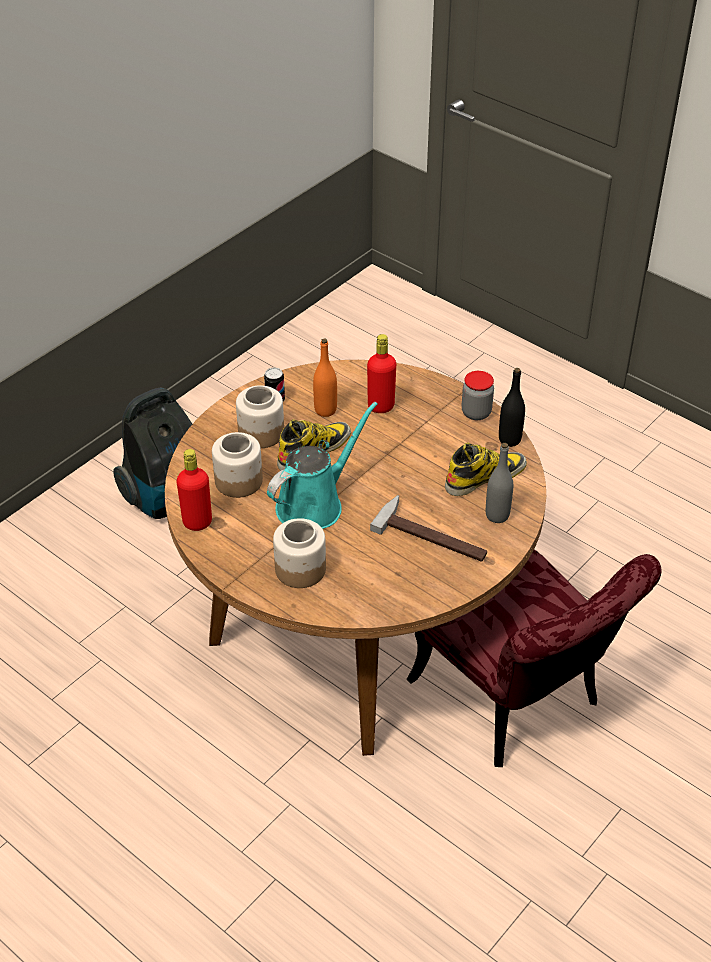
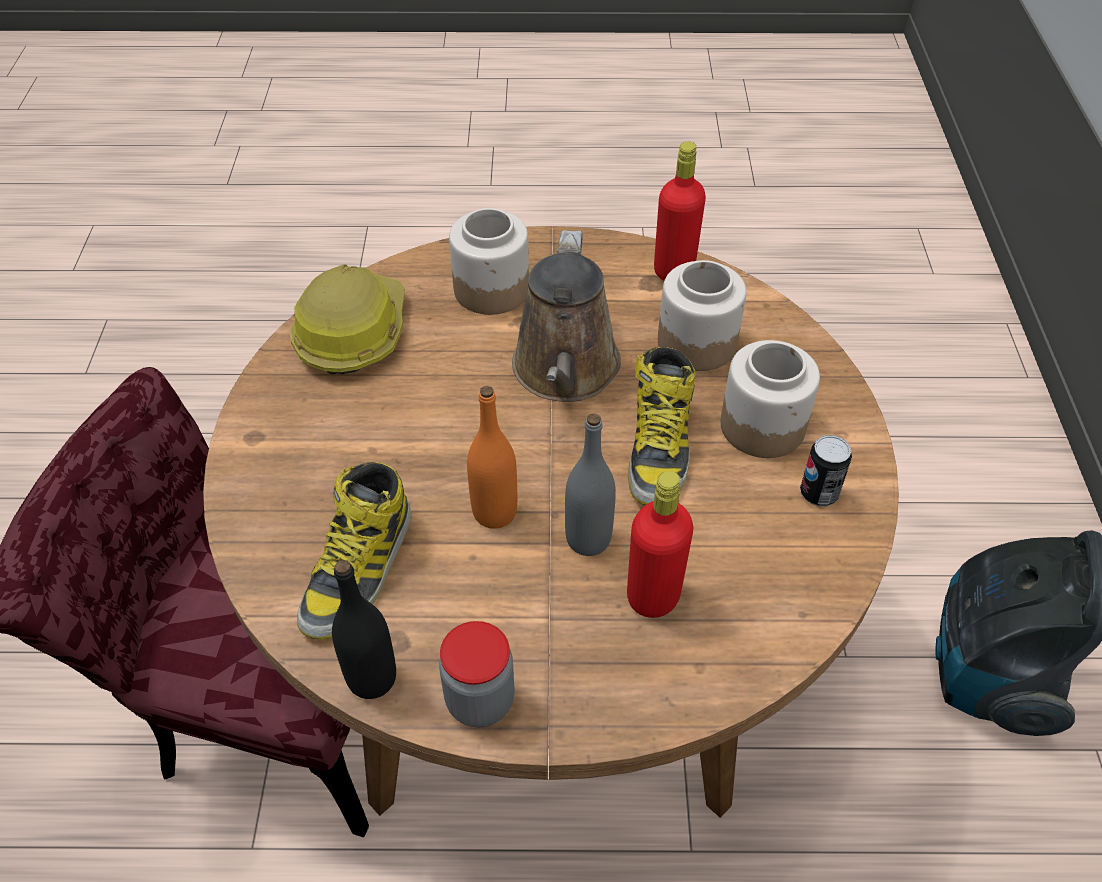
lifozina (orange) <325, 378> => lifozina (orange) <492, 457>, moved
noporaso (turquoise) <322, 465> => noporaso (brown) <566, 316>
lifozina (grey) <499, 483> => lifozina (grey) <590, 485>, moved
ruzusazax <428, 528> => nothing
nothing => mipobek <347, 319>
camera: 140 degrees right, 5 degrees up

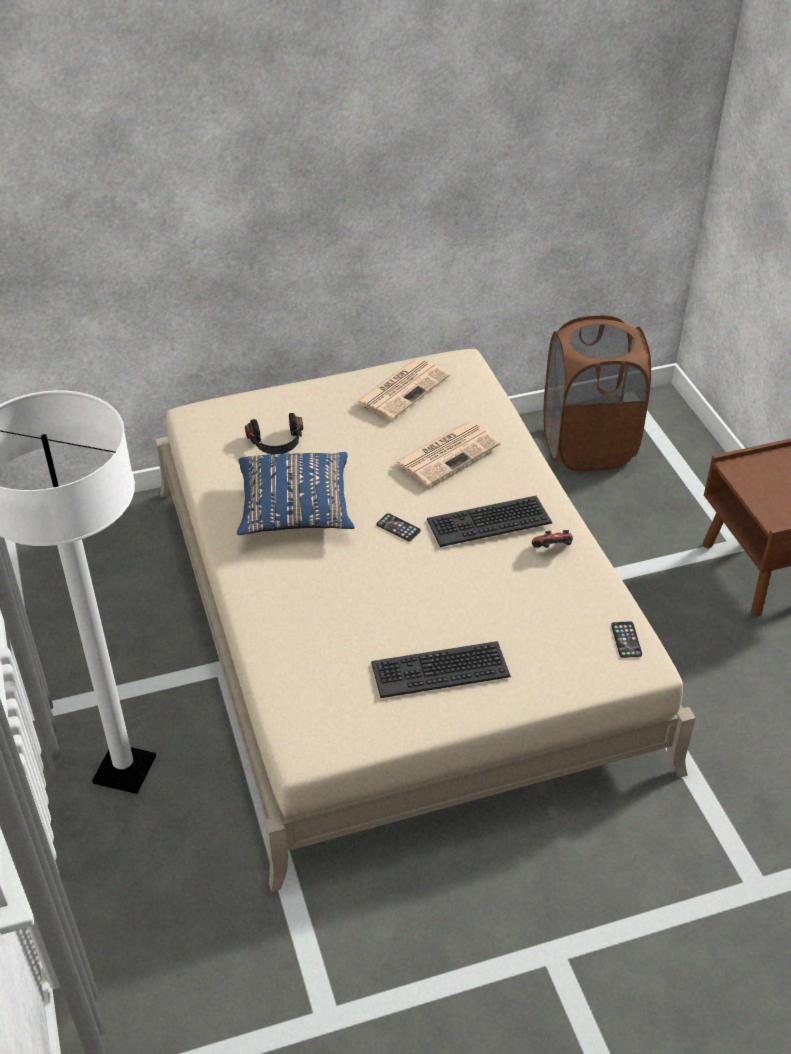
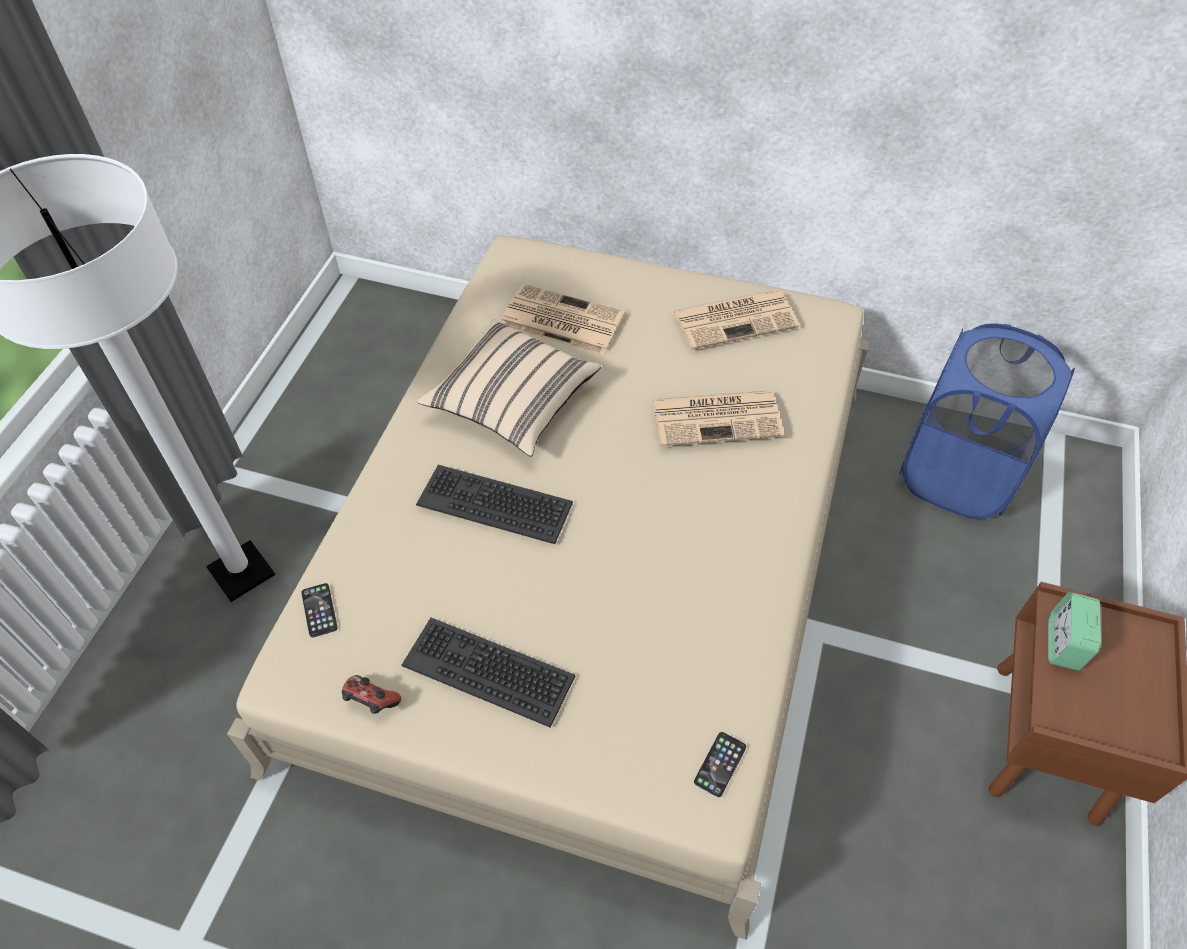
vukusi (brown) <597, 393> => vukusi (blue) <987, 421>
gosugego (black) <274, 433> => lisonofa <563, 319>
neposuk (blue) <296, 493> => neposuk (beige) <509, 388>
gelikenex <489, 521> => gelikenex <494, 504>, moved
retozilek <398, 527> => retozilek <319, 610>, moved
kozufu <552, 539> => kozufu <371, 694>, moved
nothing => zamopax <1074, 631>
camera: 35 degrees right, 10 degrees up

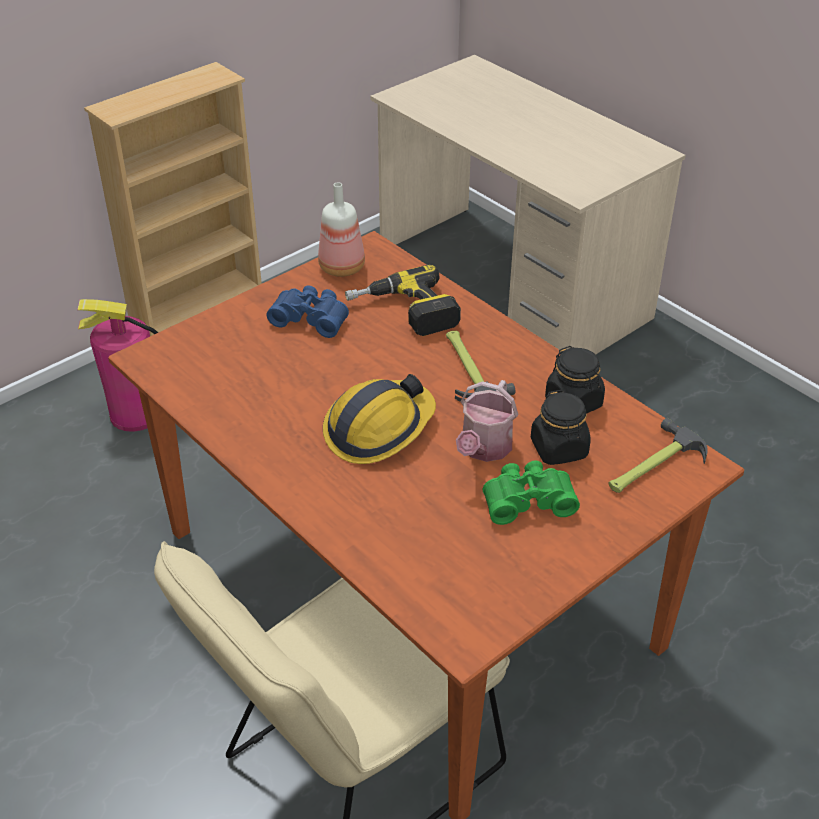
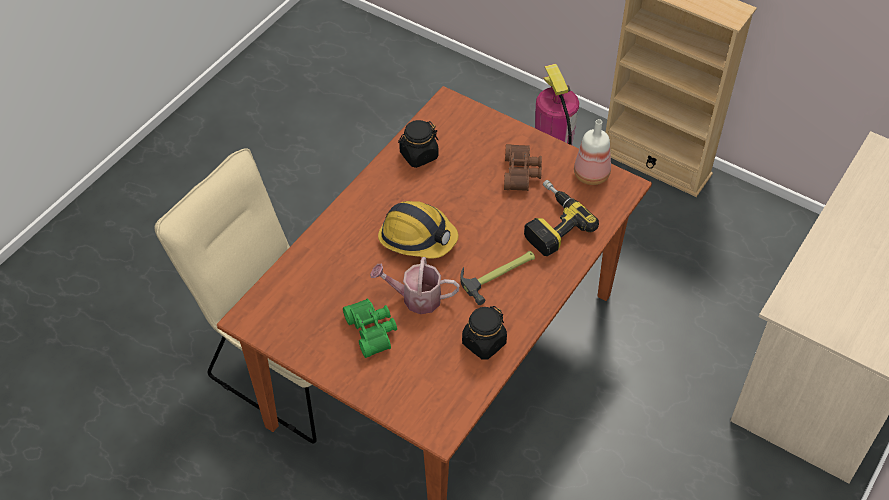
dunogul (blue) <308, 311> => dunogul (brown) <523, 167>
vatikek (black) <561, 427> => vatikek (black) <418, 144>, moved
ruzusazax <658, 455> => nothing
camera: 75 degrees right, 10 degrees up

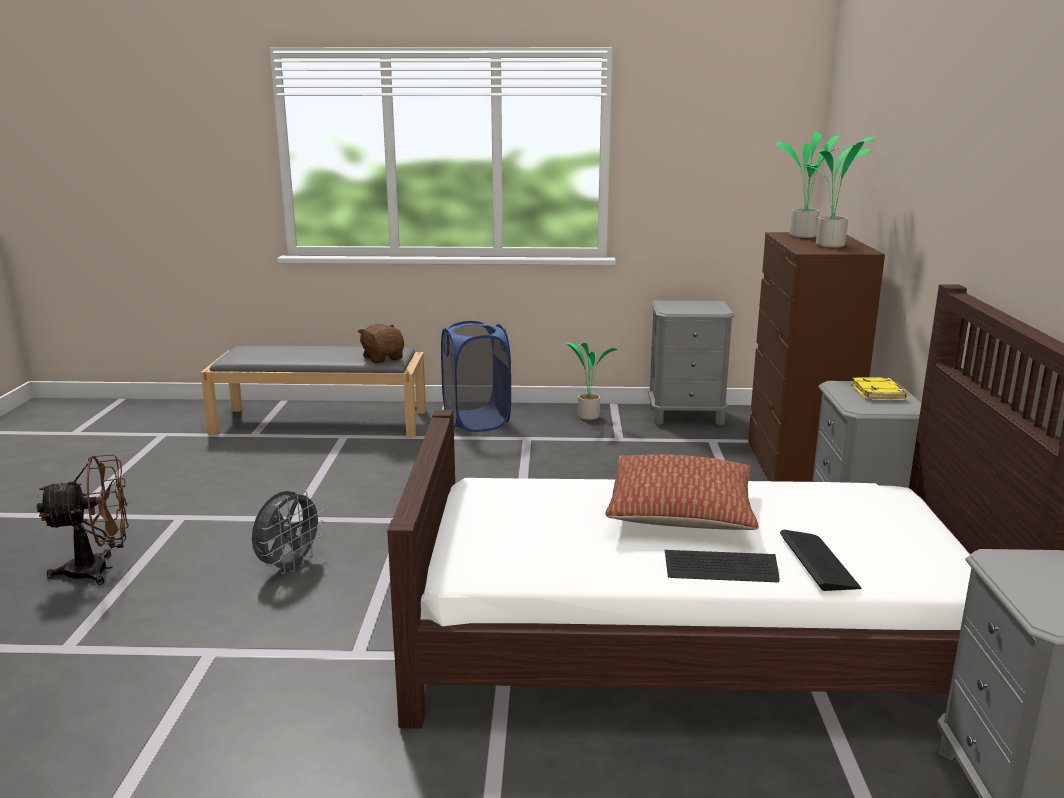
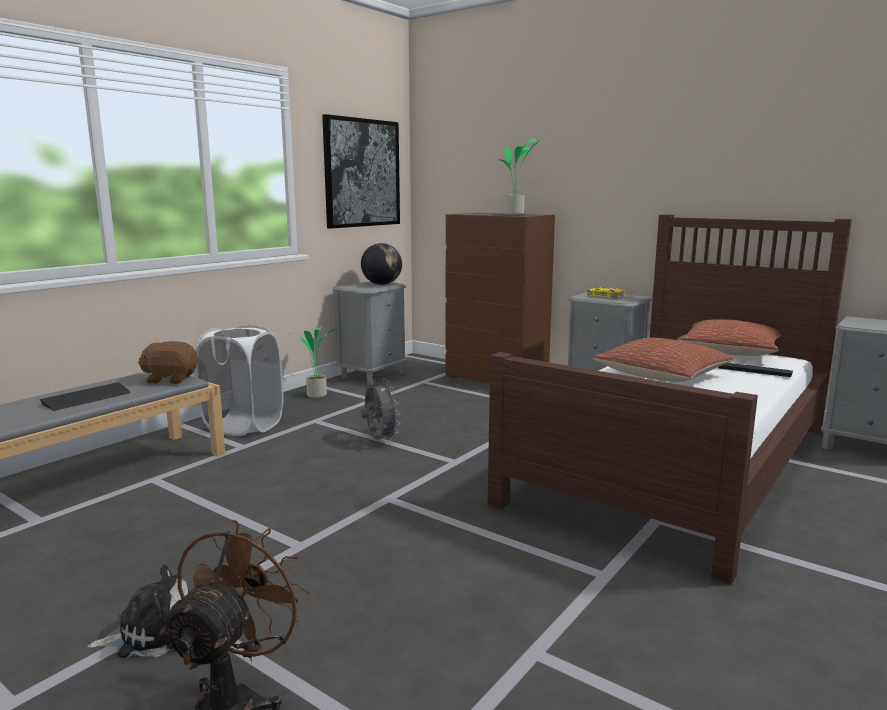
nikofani <812, 185> => nothing
vukusi (blue) <476, 376> => vukusi (white) <239, 380>
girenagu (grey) <288, 531> => girenagu (grey) <380, 410>, moved
gelikenex <722, 566> => gelikenex <85, 396>, moved
nothing => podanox <361, 171>
nothing => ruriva <381, 264>
nothing => neposuk <729, 337>
nothing => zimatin <138, 611>
camera: 55 degrees left, 5 degrees down

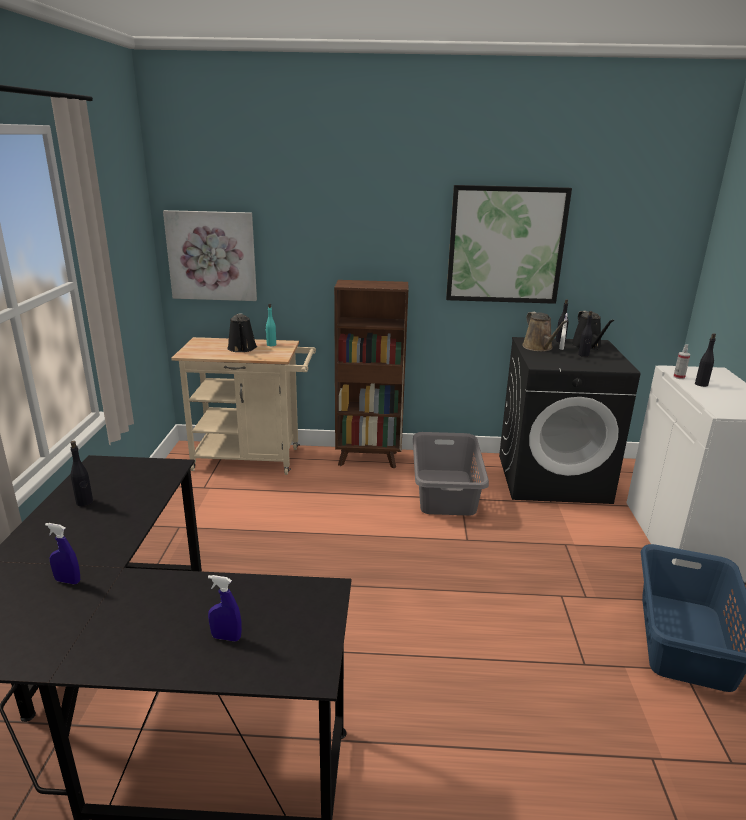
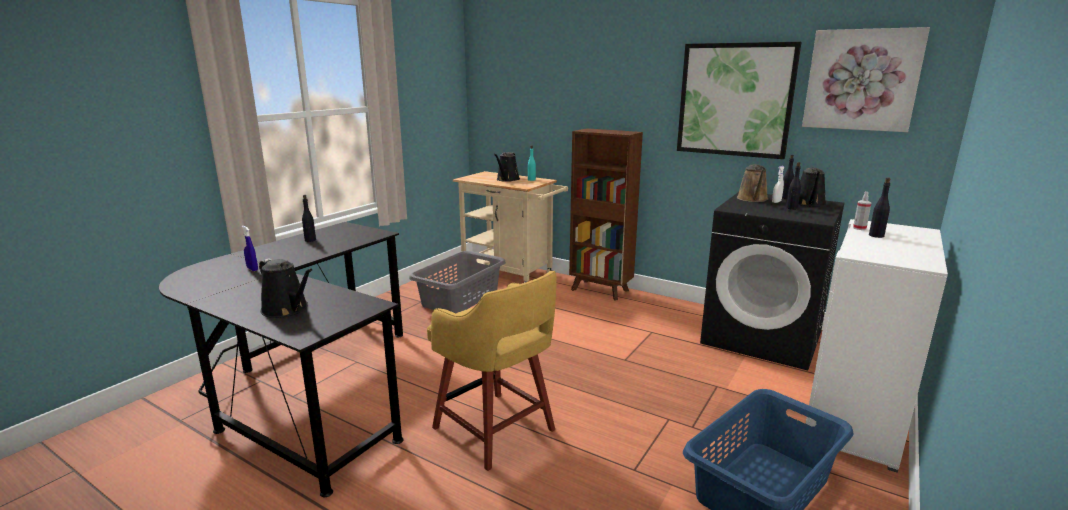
podanox <210, 255> => podanox <866, 79>, moved
vukusi (grey) <451, 474> => vukusi (grey) <457, 282>, moved
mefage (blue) <225, 608> => noporaso (black) <286, 288>
nothing => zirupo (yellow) <492, 371>
camera: 30 degrees right, 5 degrees down

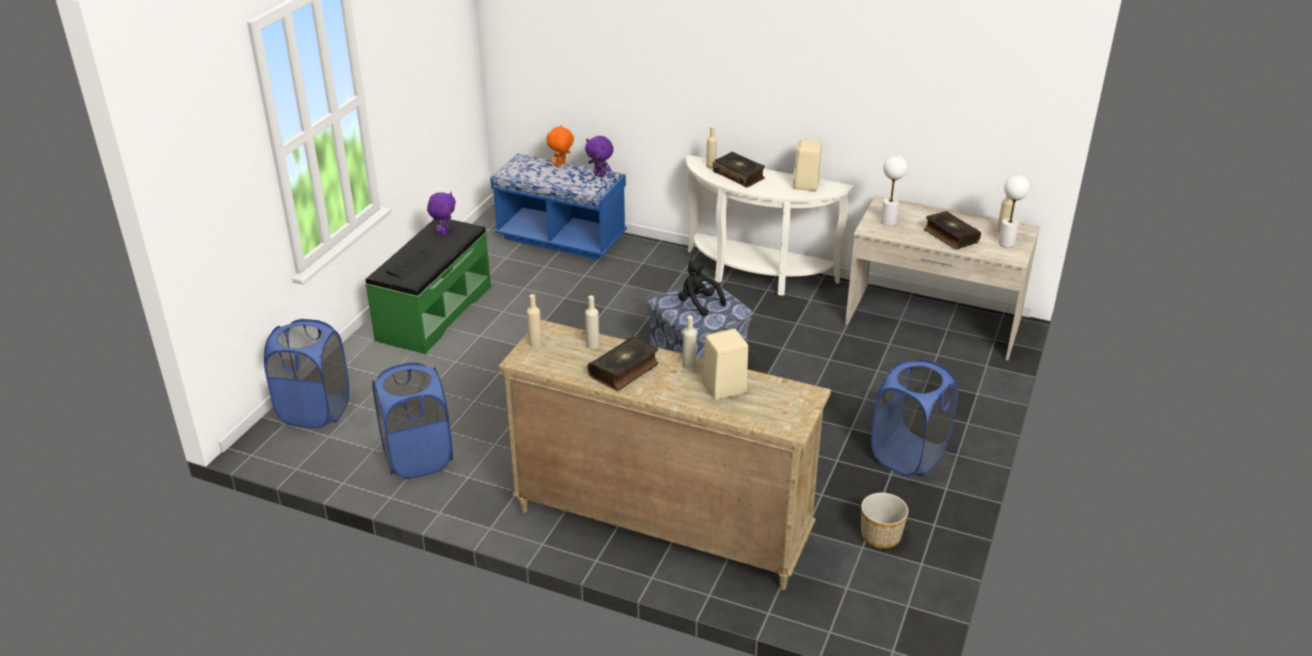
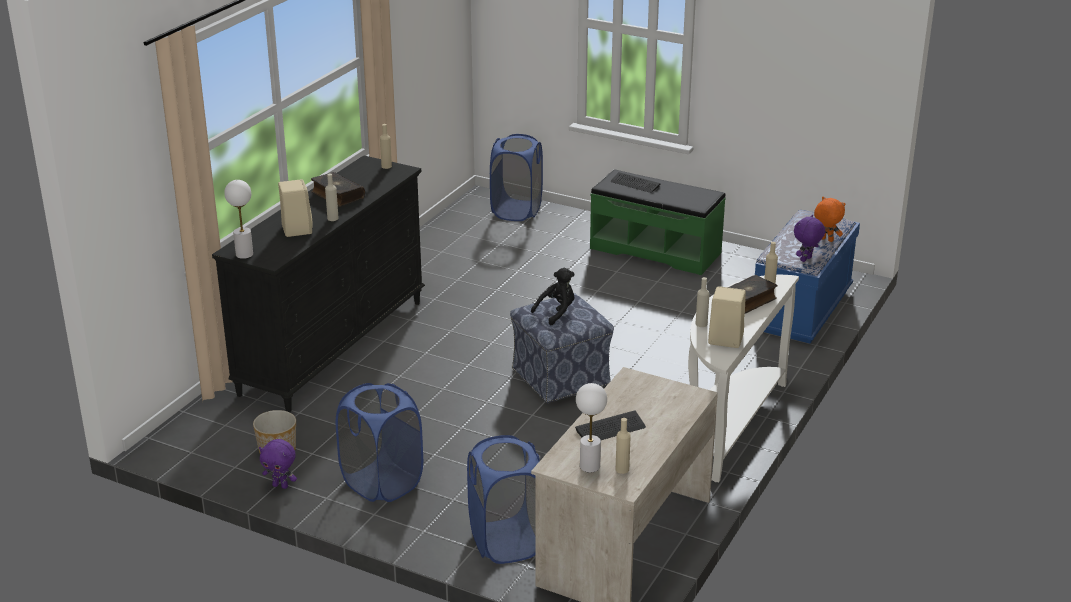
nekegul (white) <894, 190> => nekegul (white) <238, 219>, moved
zimatin (purple) <441, 214> => zimatin (purple) <278, 464>, moved
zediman <952, 230> => gelikenex <610, 425>
lifozina (beige) <592, 322> => lifozina (beige) <703, 302>, moved
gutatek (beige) <665, 455> => gutatek (black) <318, 283>
vukusi (blue) <412, 420> => vukusi (blue) <503, 499>, moved
camera: 95 degrees right, 5 degrees down

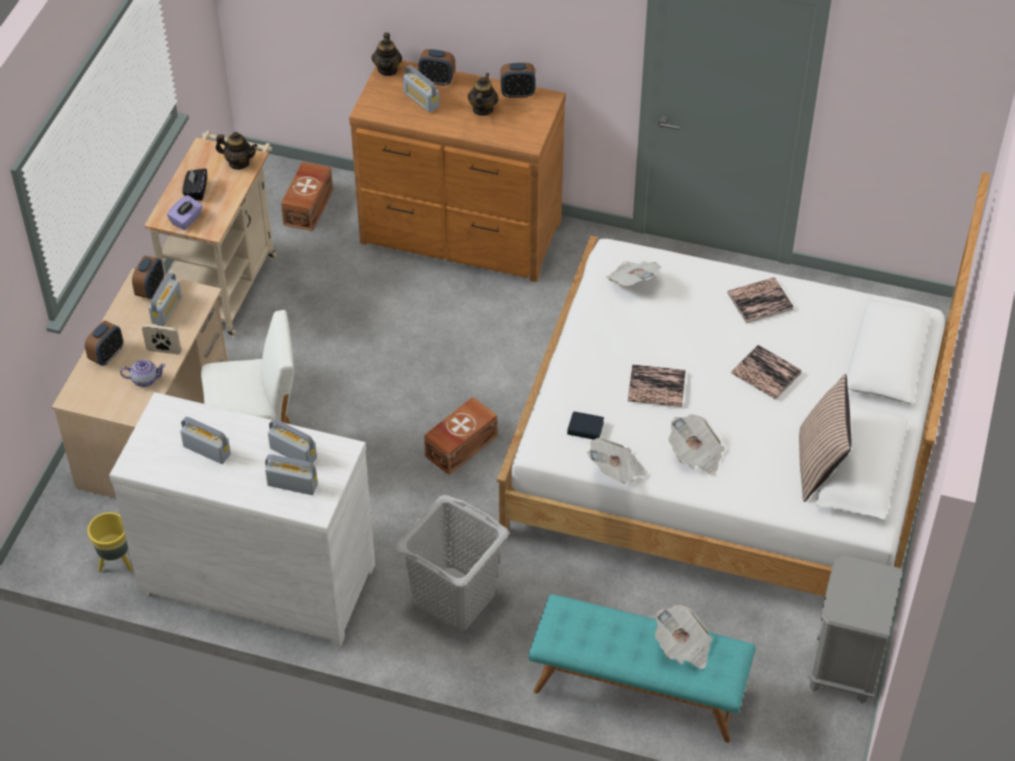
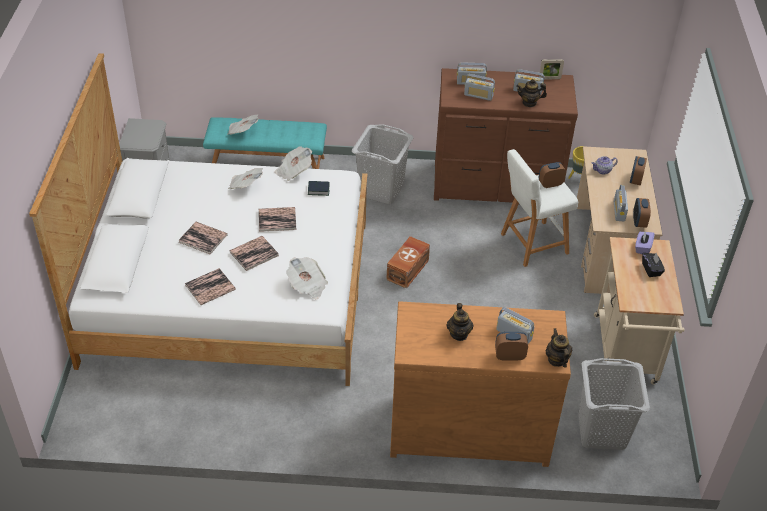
zamopax <518, 80> => zamopax <552, 175>, moved
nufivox <236, 150> => nufivox <531, 93>, moved
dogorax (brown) <307, 196> => vukusi (grey) <614, 404>
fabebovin <161, 339> => fabebovin <551, 69>, moved
neposuk <825, 438> => nothing
gutatek (white) <242, 519> => gutatek (brown) <506, 135>
nothing => zediman <254, 253>
camera: 165 degrees right, 5 degrees down

